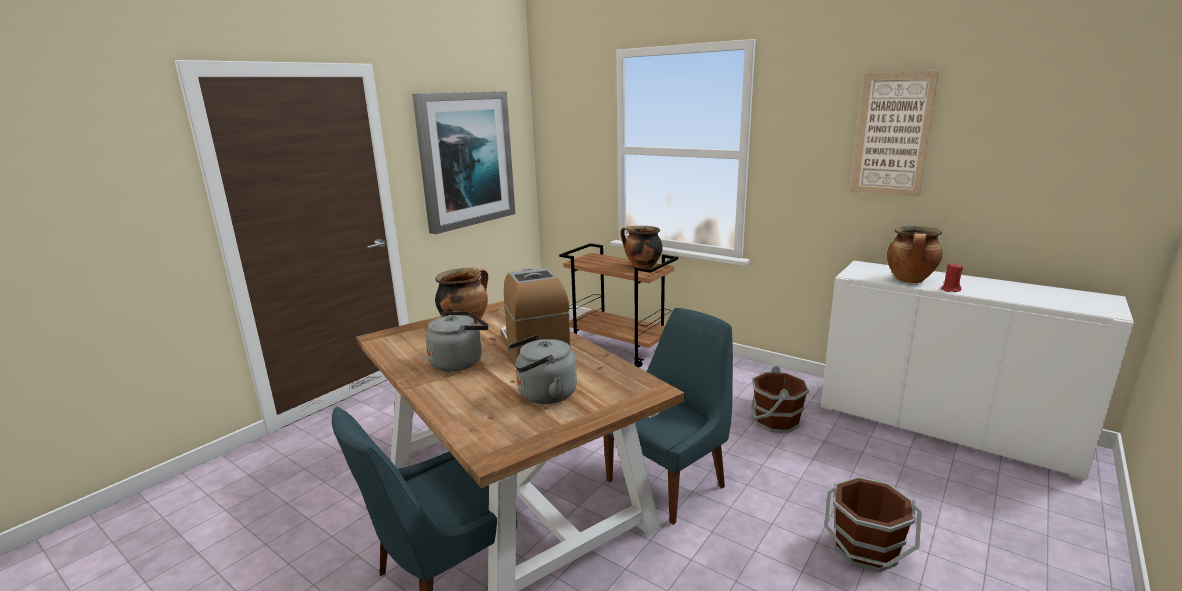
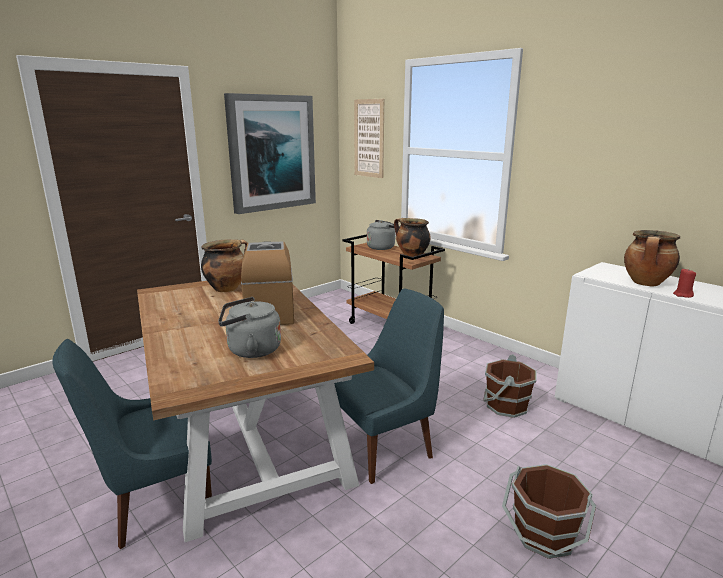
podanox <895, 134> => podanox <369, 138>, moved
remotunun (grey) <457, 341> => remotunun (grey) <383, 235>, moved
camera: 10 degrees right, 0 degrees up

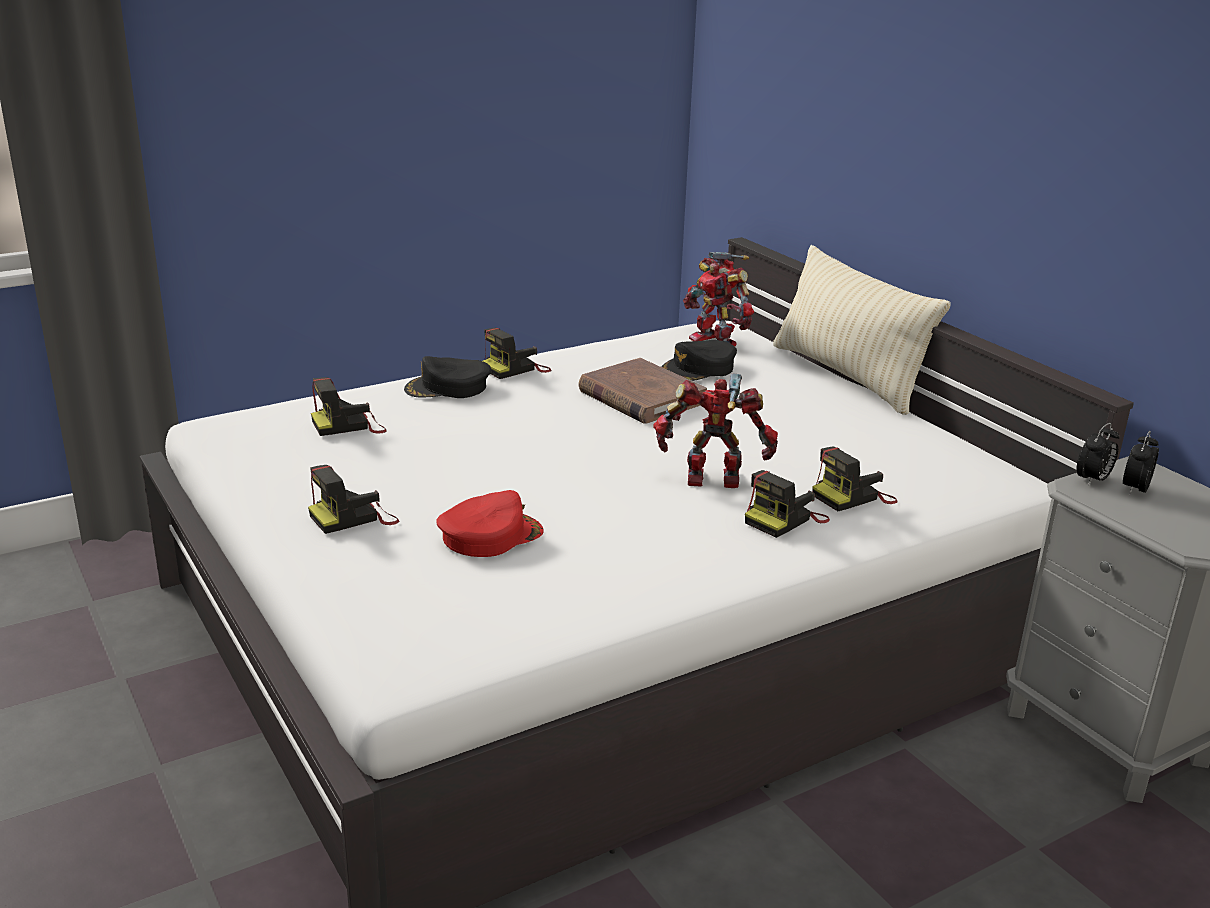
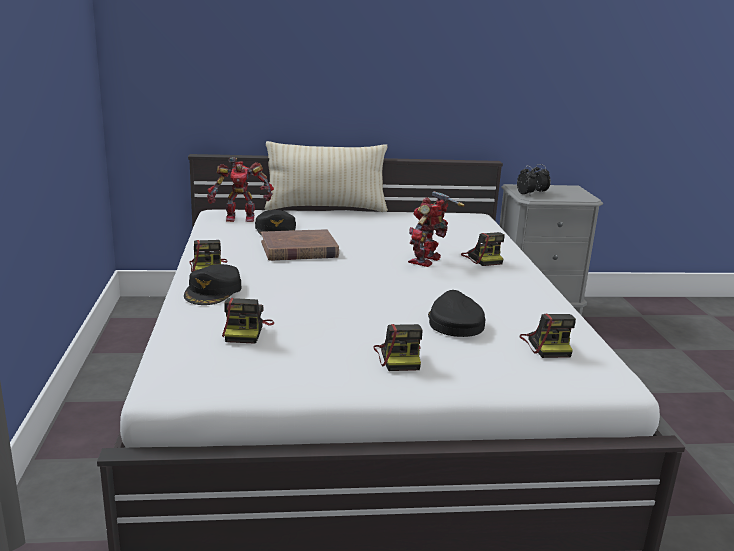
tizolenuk <855, 479> => tizolenuk <548, 335>, moved
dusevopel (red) <490, 523> => dusevopel (black) <456, 313>
camera: 65 degrees left, 5 degrees down

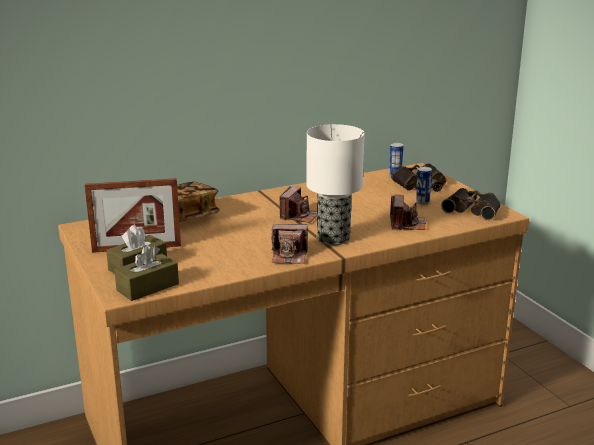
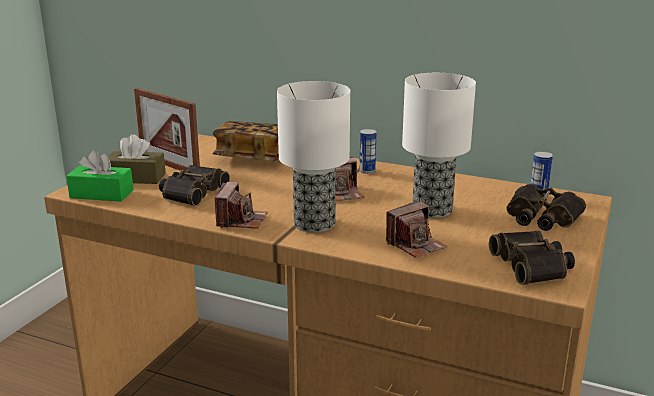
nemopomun <424, 186> => nemopomun <368, 151>, moved
tizolenuk <290, 244> => tizolenuk <241, 205>, 135 degrees counterclockwise
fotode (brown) <146, 273> => fotode (green) <100, 176>
nothing => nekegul <439, 145>
nothing => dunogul <194, 185>
camera: 50 degrees right, 0 degrees up

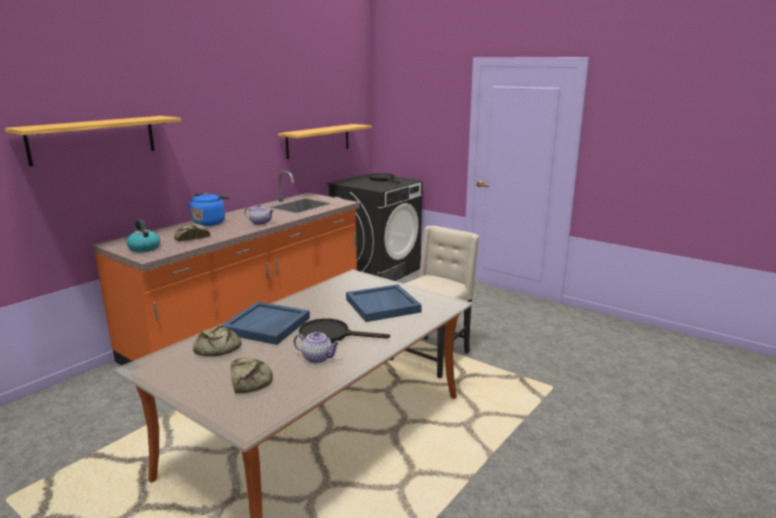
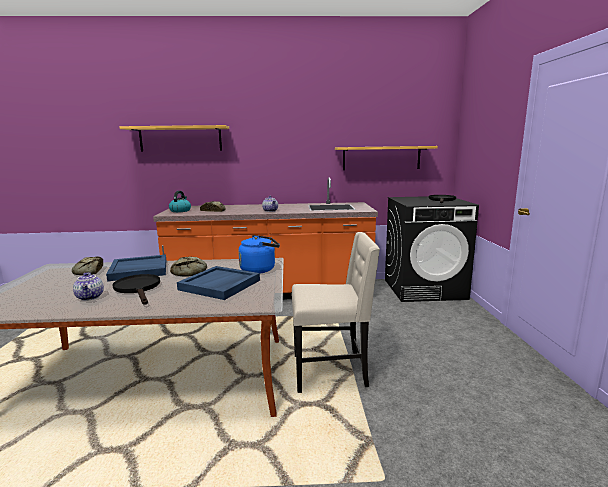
remotunun (blue) <208, 209> => remotunun (blue) <259, 254>, moved
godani <251, 375> => godani <188, 266>, moved
camera: 50 degrees right, 5 degrees down

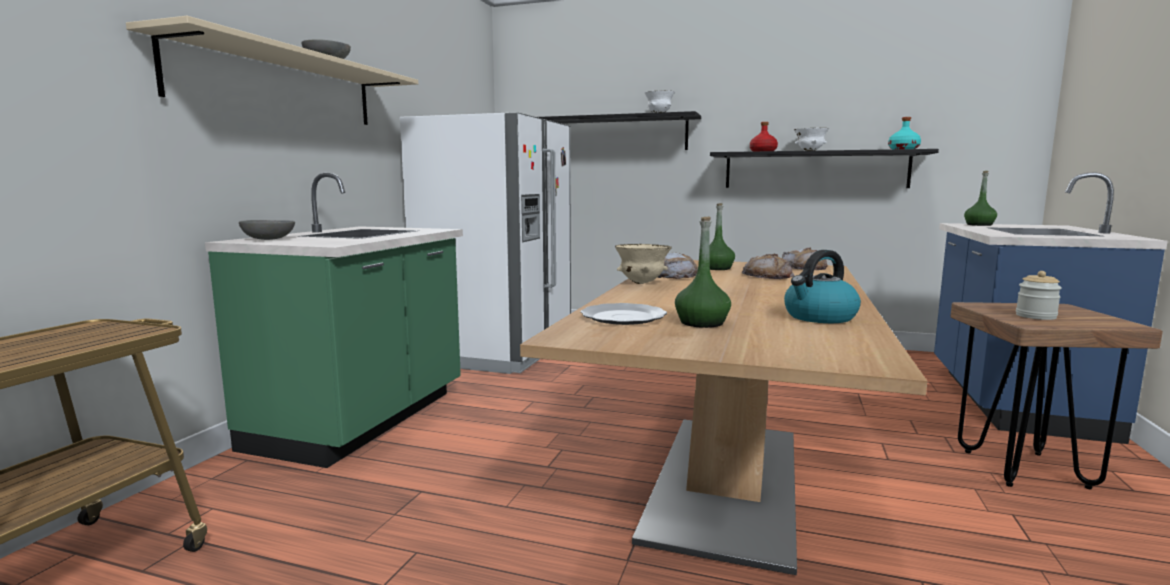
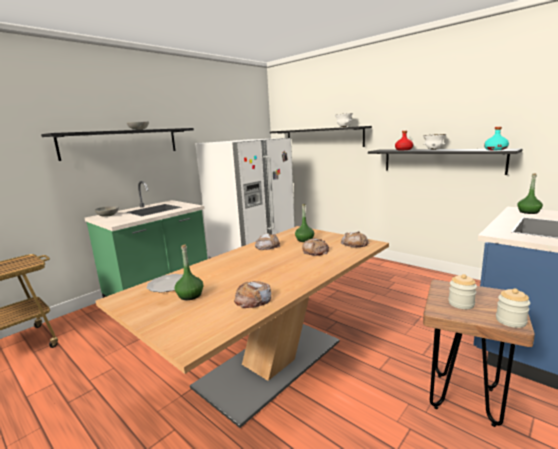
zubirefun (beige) <272, 70> => zubirefun (black) <117, 144>
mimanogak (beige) <643, 264> => nothing
remotunun <822, 286> => godani <252, 294>
nothing => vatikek <513, 308>
camera: 25 degrees right, 5 degrees up

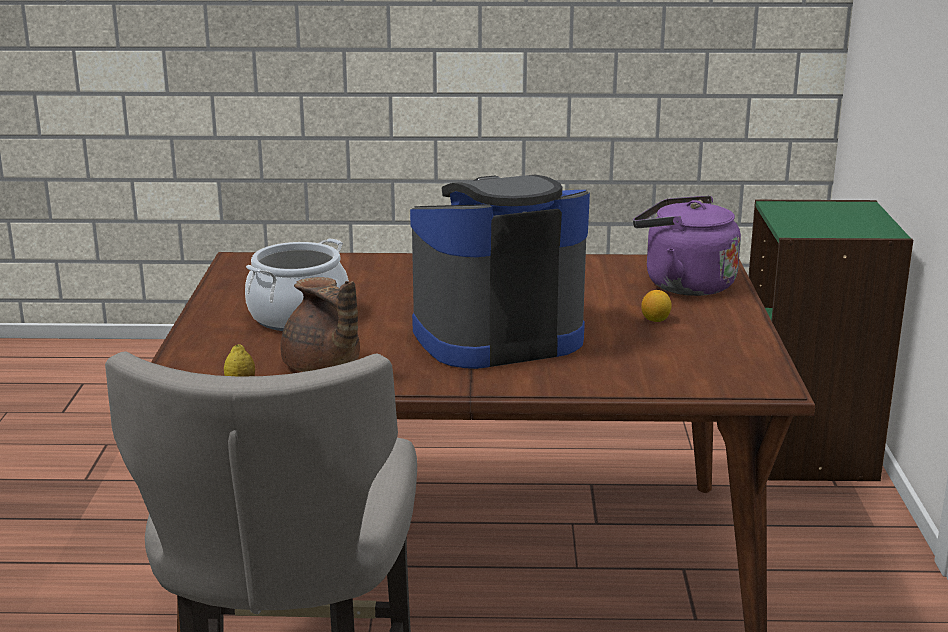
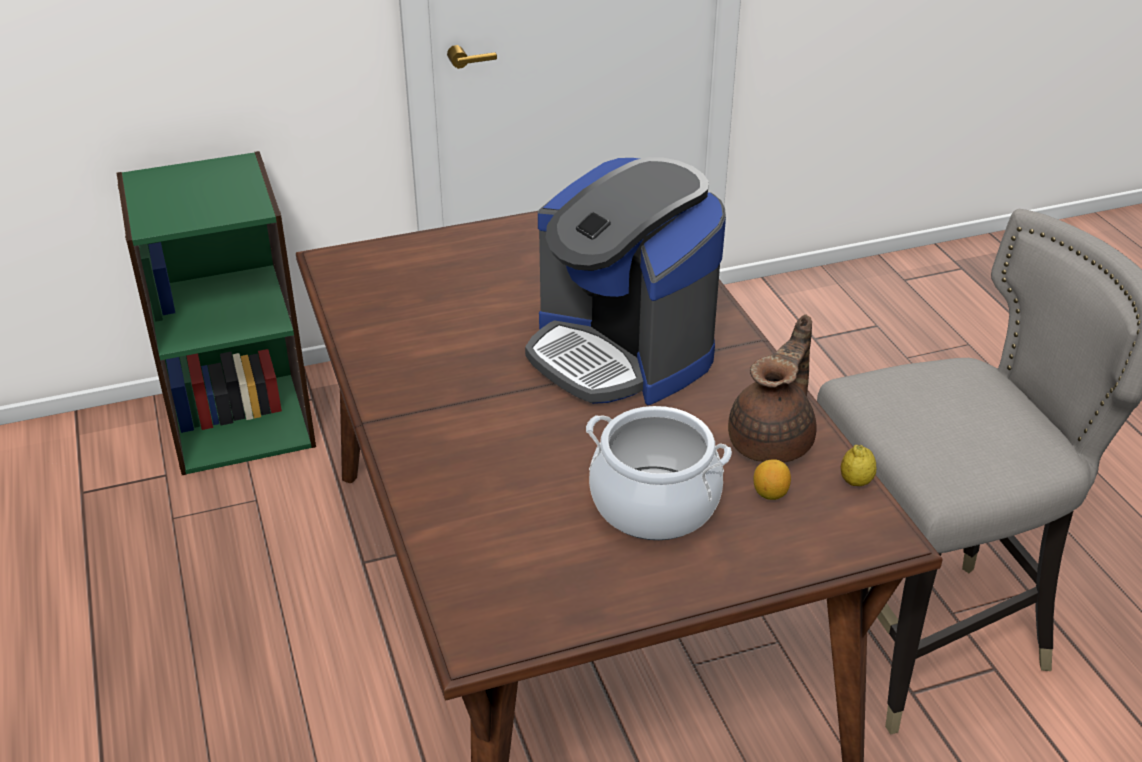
remotunun (purple) <687, 246> => nothing
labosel <656, 306> => labosel <772, 479>, moved
camera: 110 degrees left, 15 degrees up

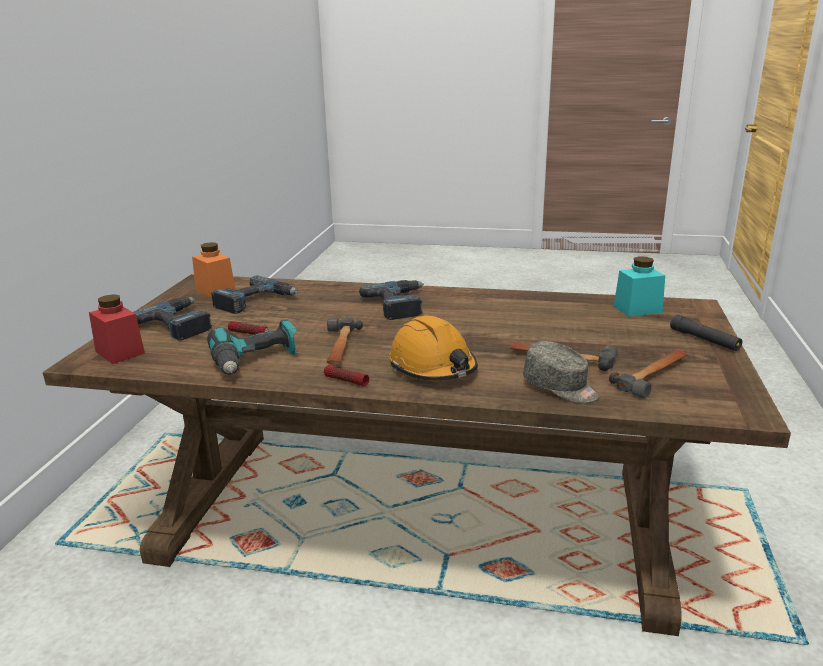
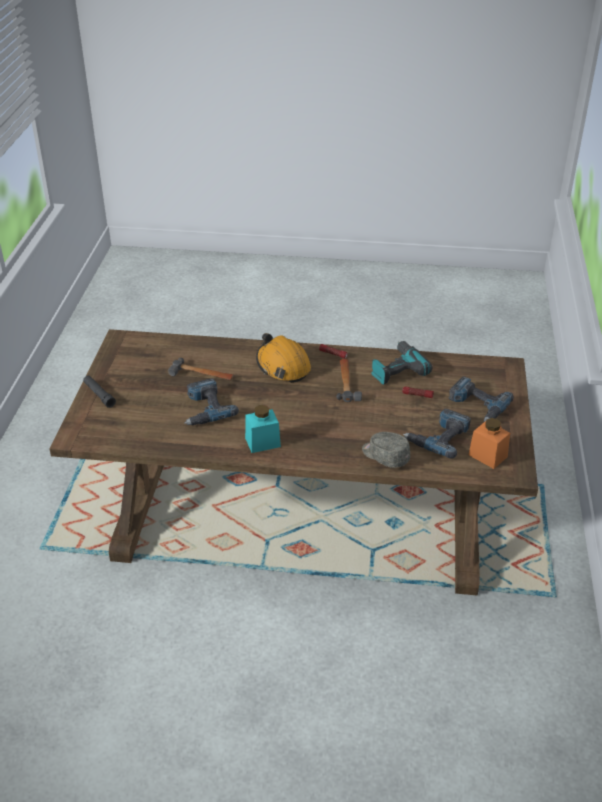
vatikek (turquoise) <639, 286> => vatikek (turquoise) <263, 429>, moved
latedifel <391, 300> => latedifel <211, 401>, moved
vatikek (red) <117, 329> => nothing
dusevopel (grey) <561, 372> => dusevopel (grey) <386, 450>, moved
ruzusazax <648, 374> => nothing
camera: 175 degrees right, 15 degrees up

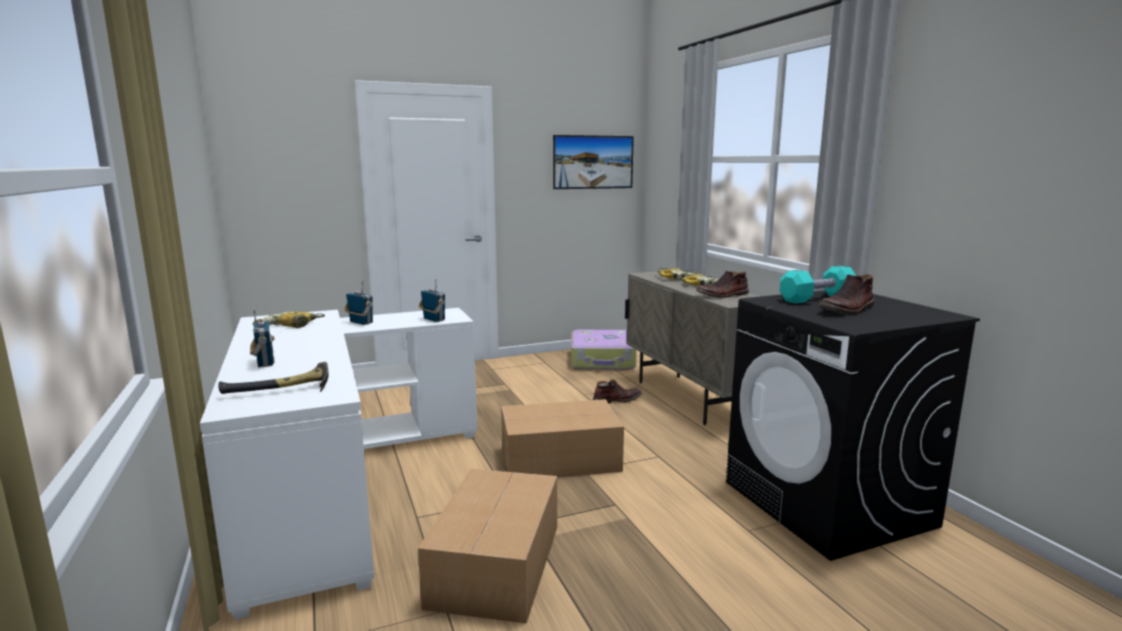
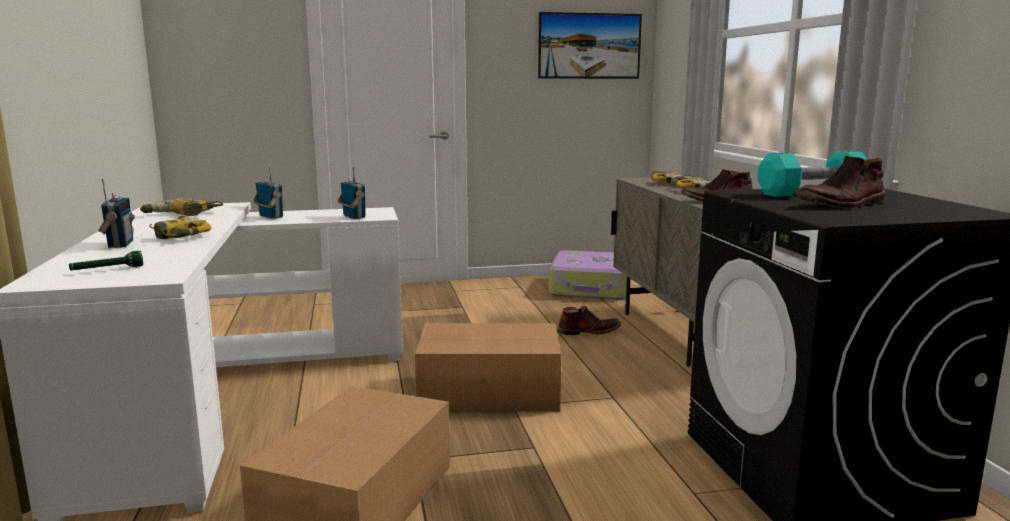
ruzusazax <273, 378> => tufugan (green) <106, 260>
nothing => latedifel <180, 227>
camera: 10 degrees right, 0 degrees up

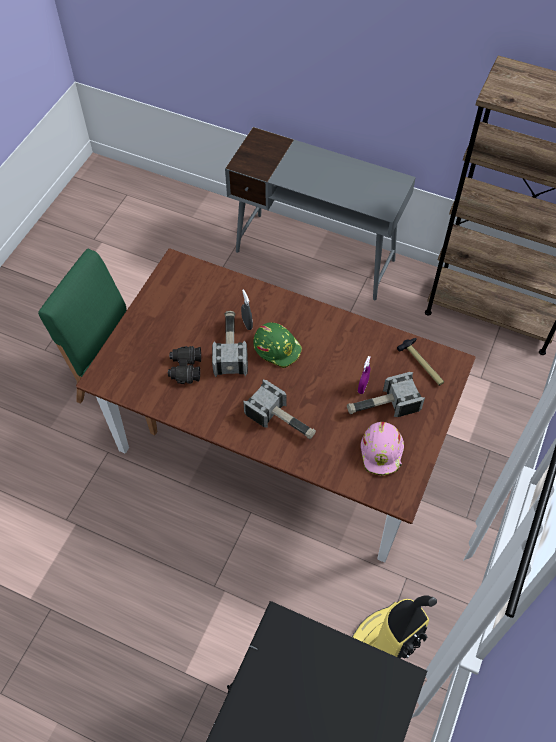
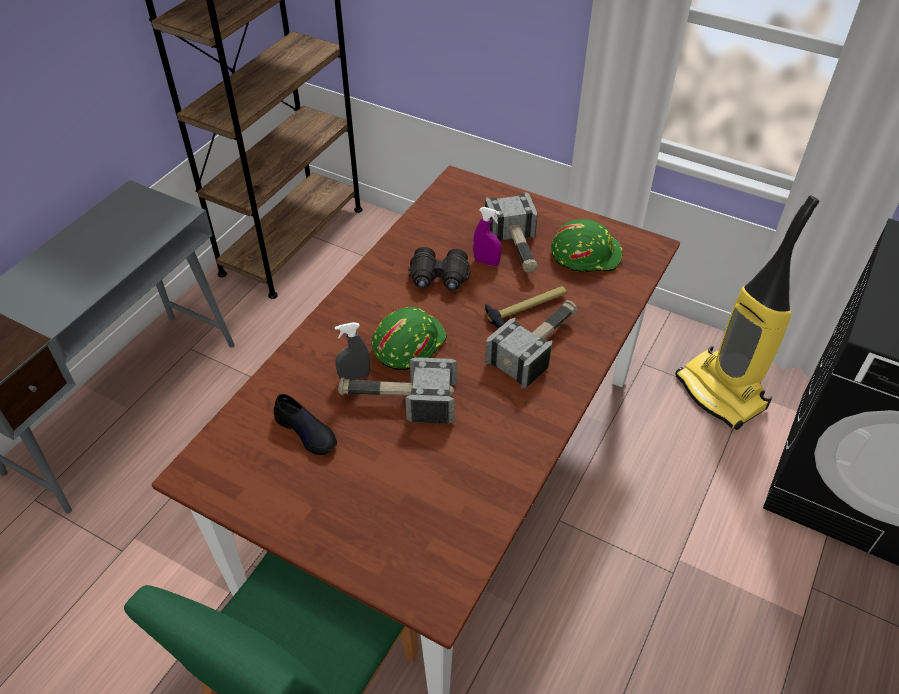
ruzusazax <420, 362> => ruzusazax <526, 307>, moved
dunogul (black) <184, 365> => dunogul (black) <439, 268>, moved
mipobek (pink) <382, 449> => mipobek (green) <587, 245>
nothing => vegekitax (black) <305, 424>
camera: 85 degrees left, 10 degrees down

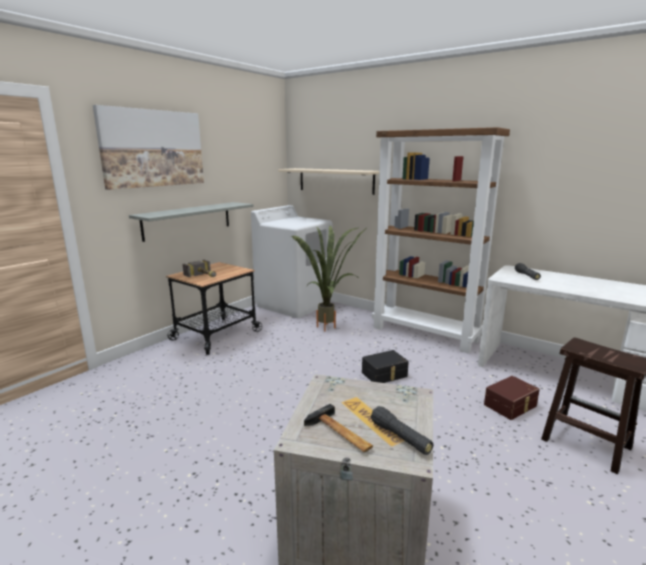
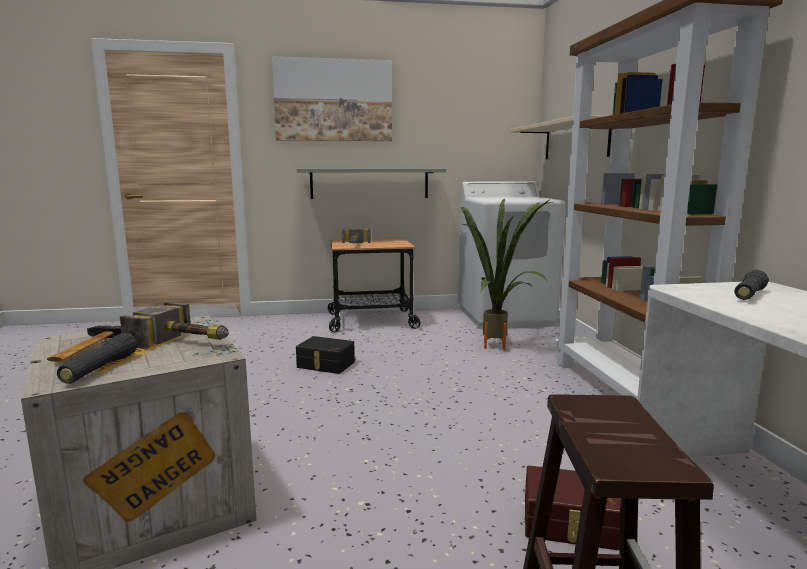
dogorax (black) <385, 366> => dogorax (black) <325, 355>, moved
nothing => ruzusazax <174, 325>
camera: 45 degrees right, 5 degrees down

